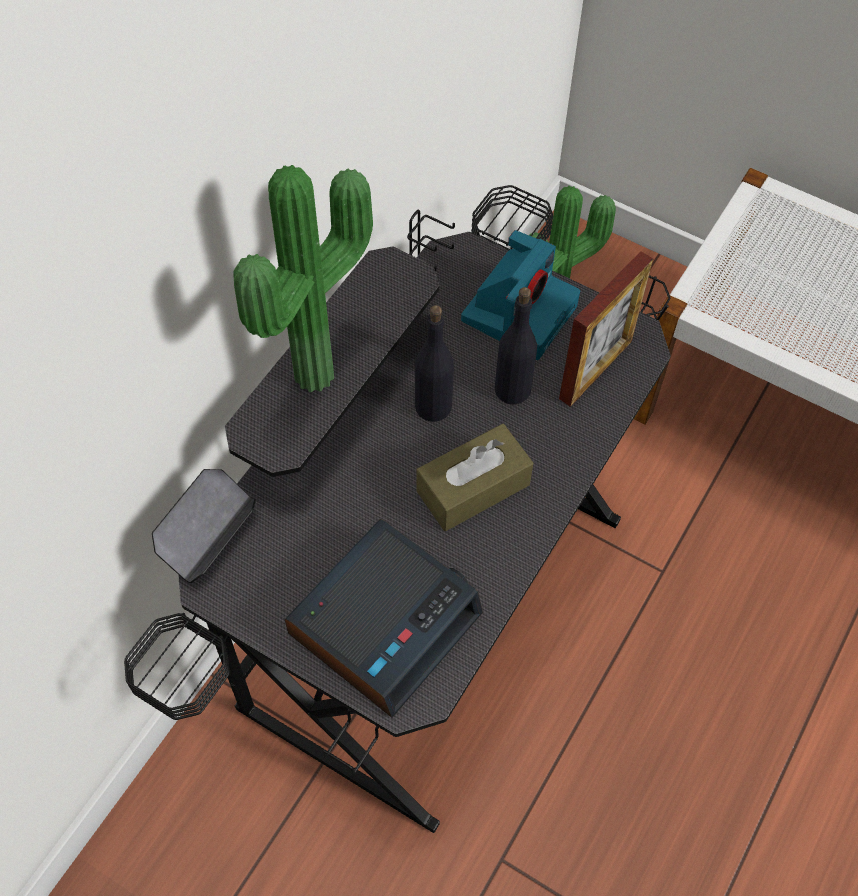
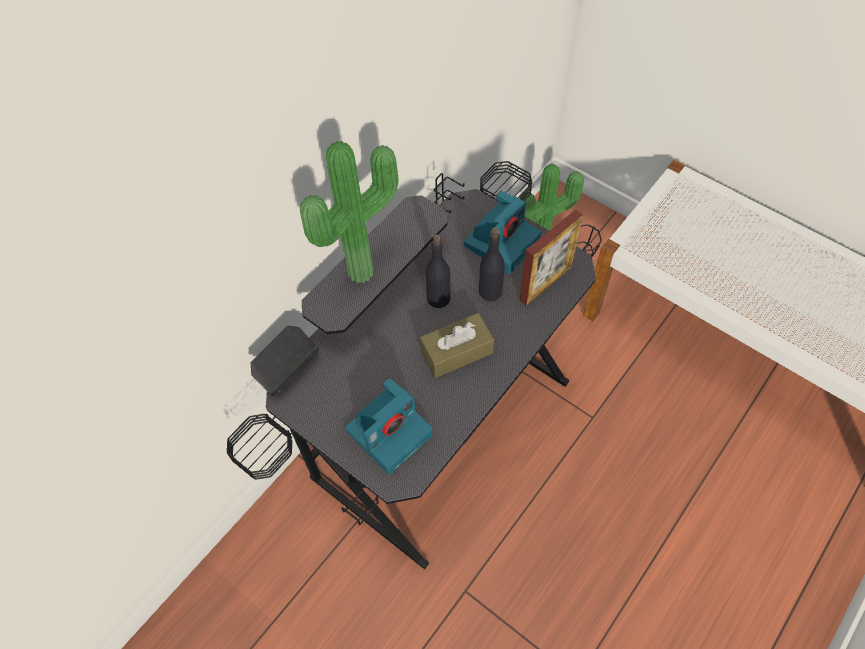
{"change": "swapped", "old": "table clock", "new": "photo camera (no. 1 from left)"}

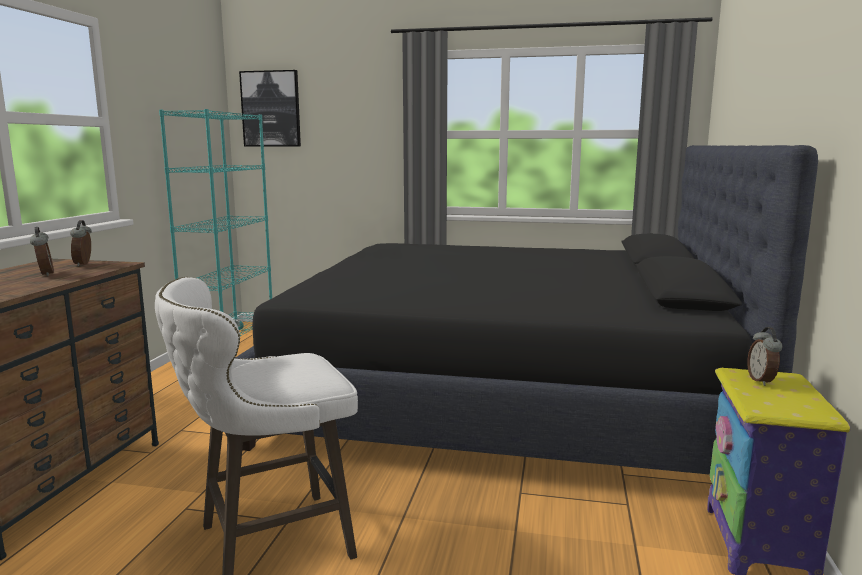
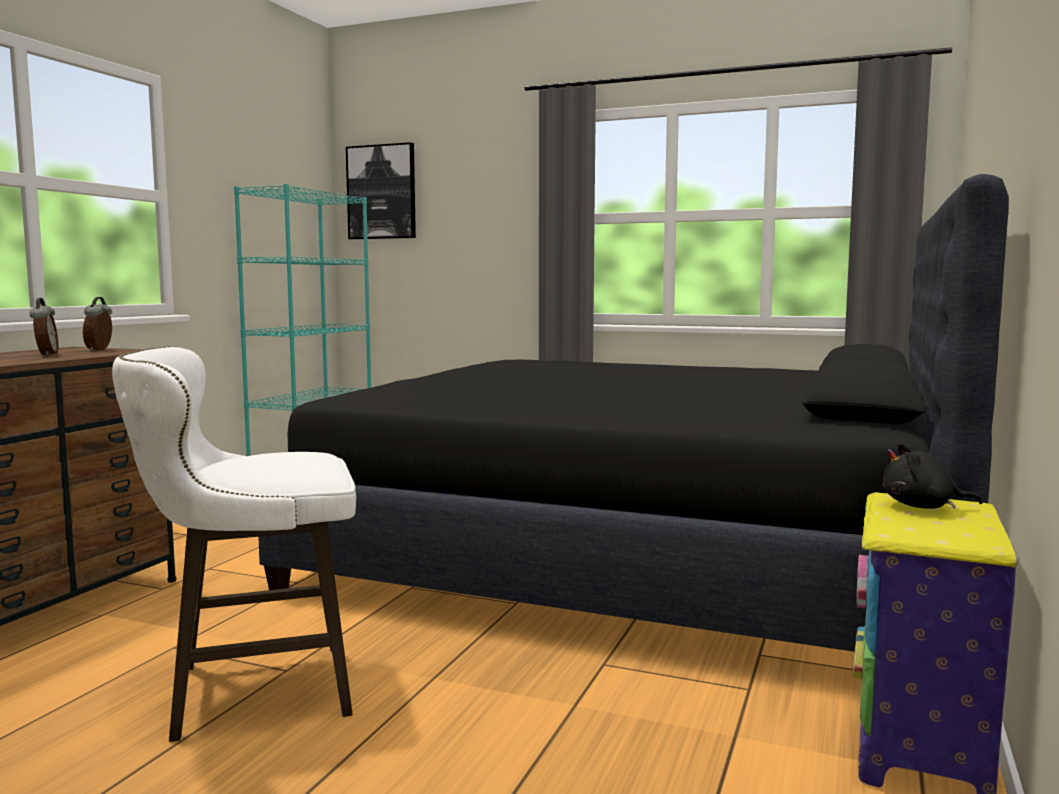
{"change": "swapped", "old": "table clock (no. 3 from left)", "new": "black cuddly toy"}

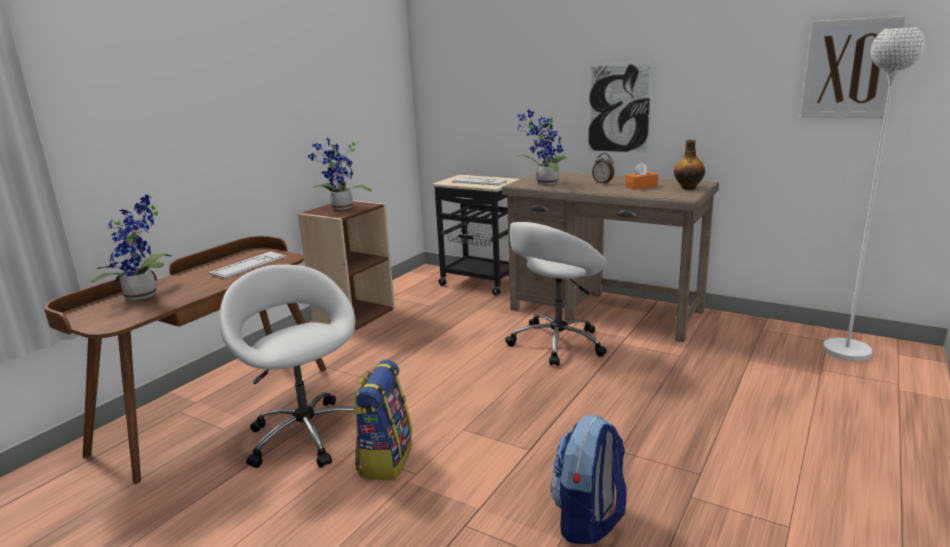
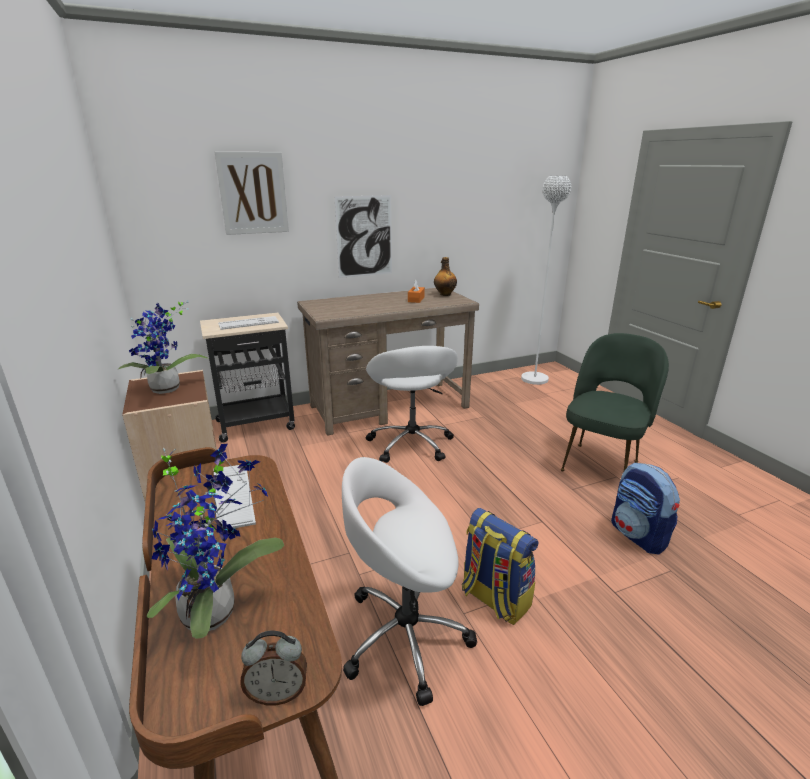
{"change": "gone", "old": "plant in a pot (no. 3 from left)"}
{"change": "shifted", "old": "table clock"}
{"change": "shifted", "old": "wall picture (no. 2 from left in the first image)", "new": "wall picture (no. 1 from left)"}
{"change": "new", "new": "green upright chair"}

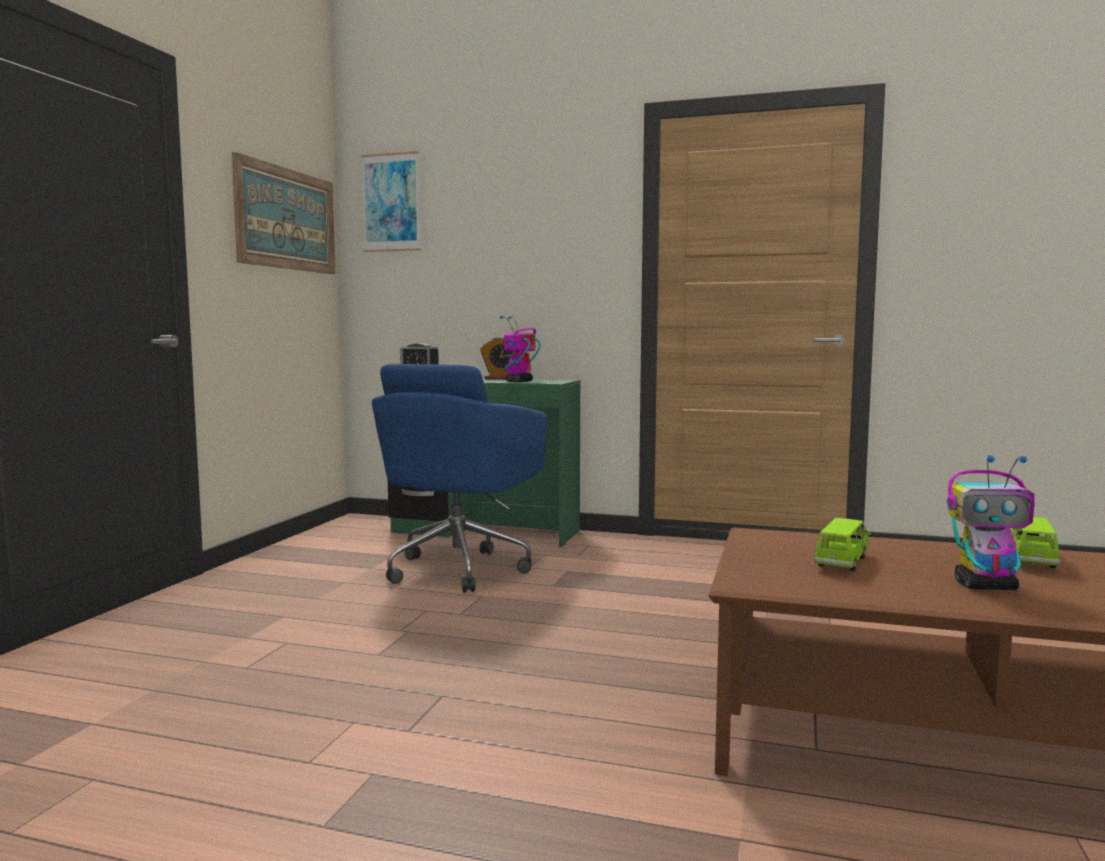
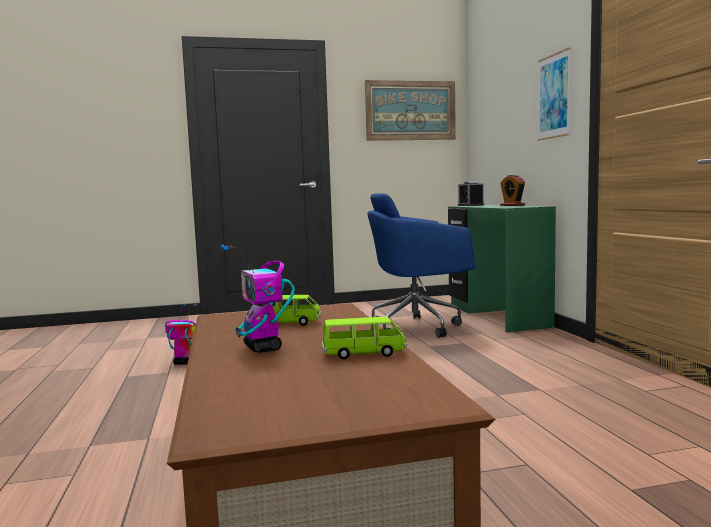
{"change": "shifted", "old": "wall picture (no. 2 from left)"}
{"change": "shifted", "old": "model robot (no. 1 from left)"}

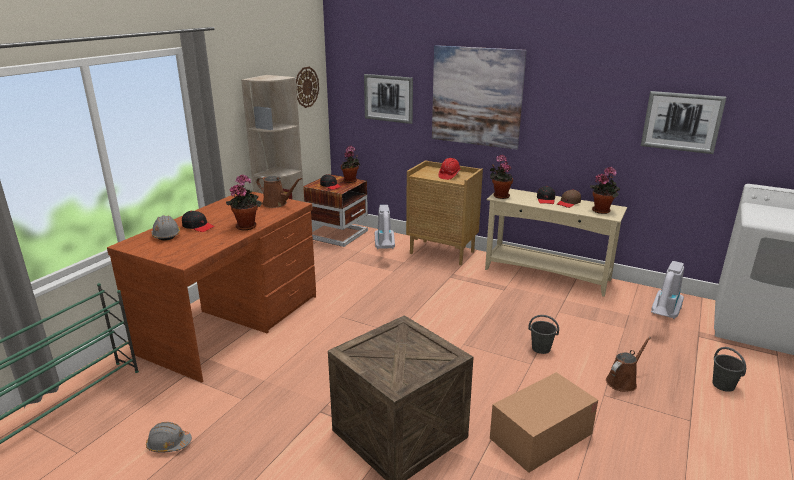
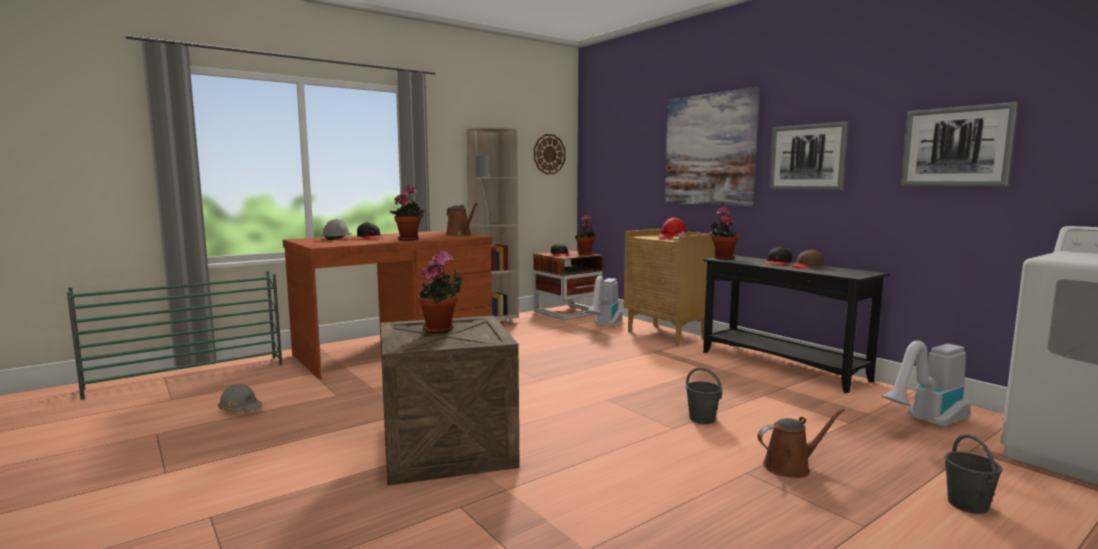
{"change": "shifted", "old": "wall picture (no. 1 from left in the first image)", "new": "wall picture (no. 2 from left)"}
{"change": "repainted", "old": "beige console table", "new": "black console table"}
{"change": "gone", "old": "packing box"}
{"change": "shifted", "old": "plant in a pot (no. 4 from left in the first image)", "new": "plant in a pot (no. 2 from left)"}

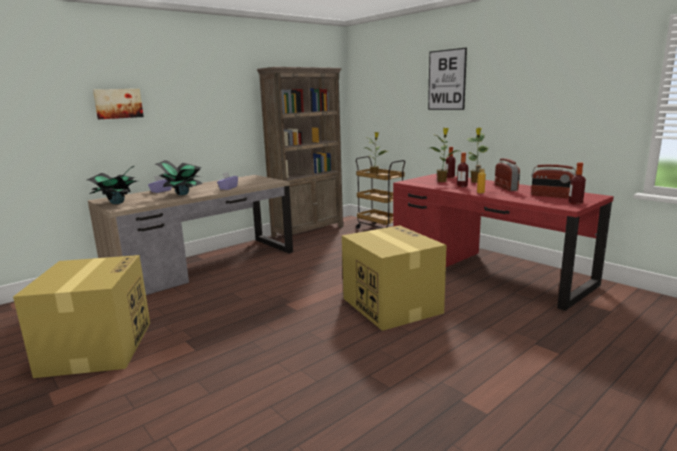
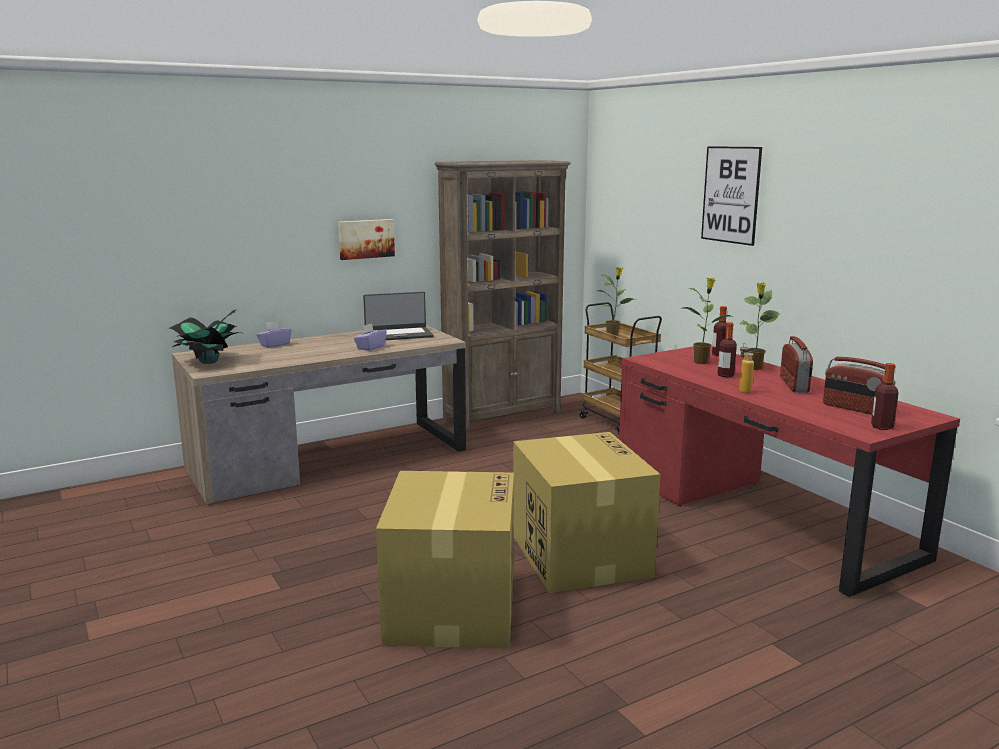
{"change": "shifted", "old": "packing box (no. 1 from left)"}
{"change": "shifted", "old": "wall picture (no. 1 from left)"}
{"change": "gone", "old": "plant in a pot (no. 2 from left)"}
{"change": "new", "new": "notebook computer"}

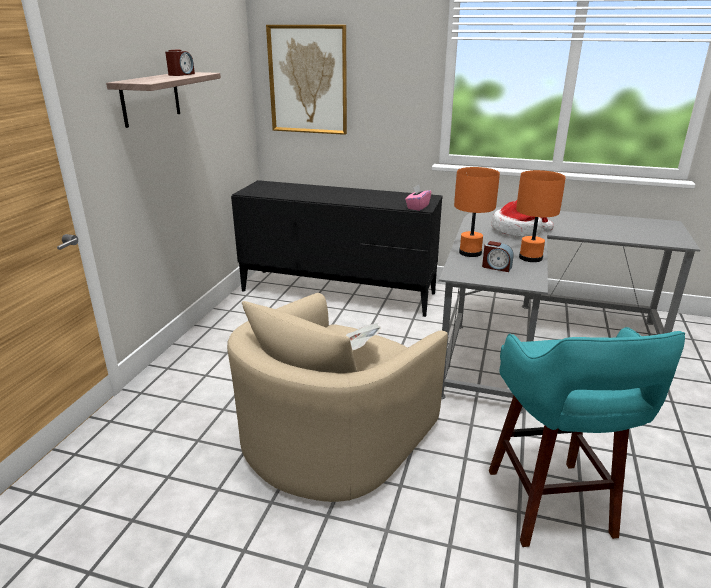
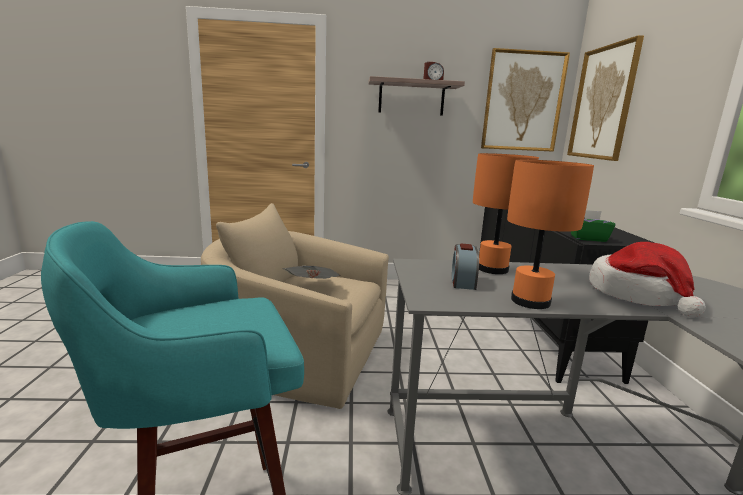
{"change": "repainted", "old": "pink-coloured box of tissues", "new": "green box of tissues"}
{"change": "new", "new": "wall picture (no. 1 from left)"}

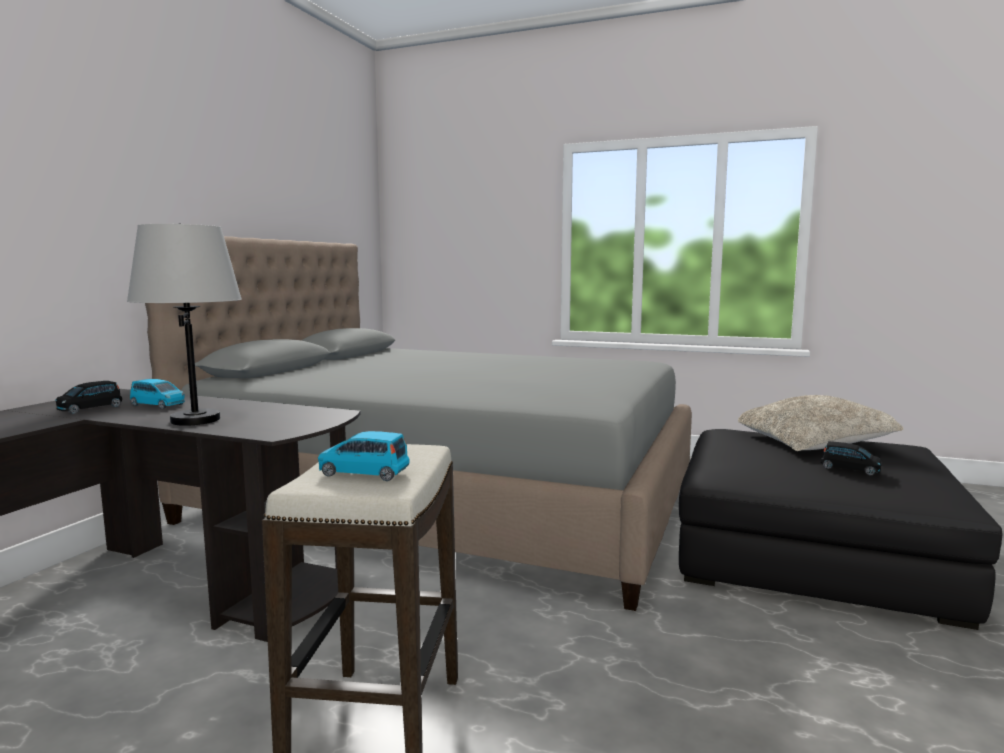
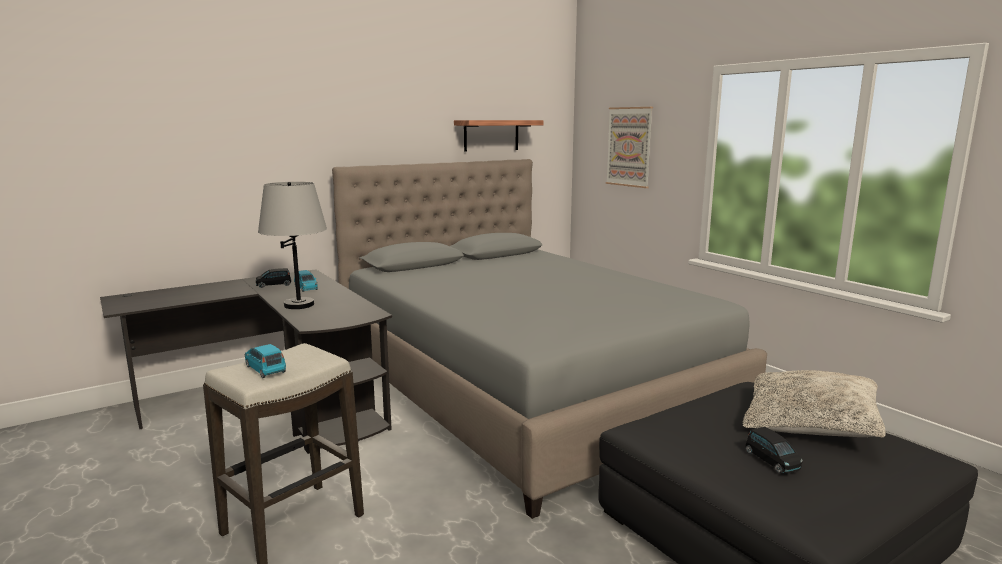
{"change": "new", "new": "shelf"}
{"change": "new", "new": "wall picture"}

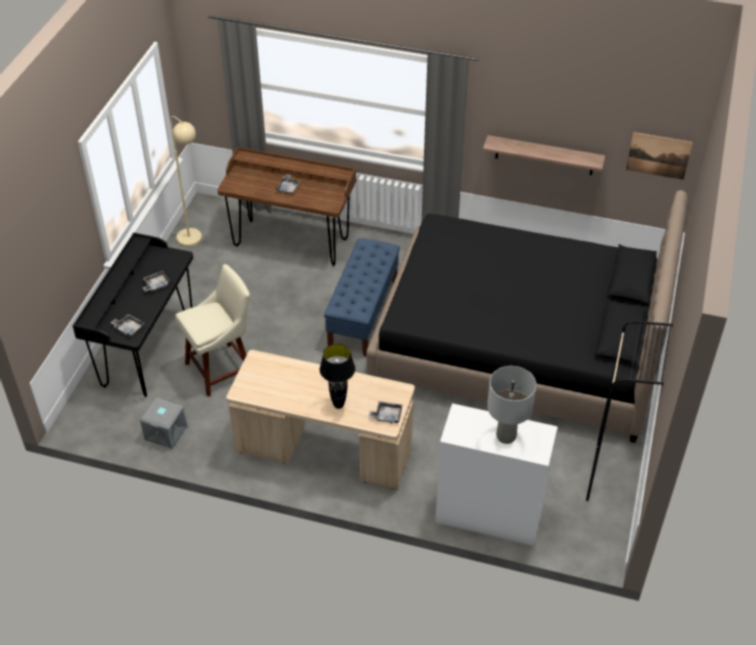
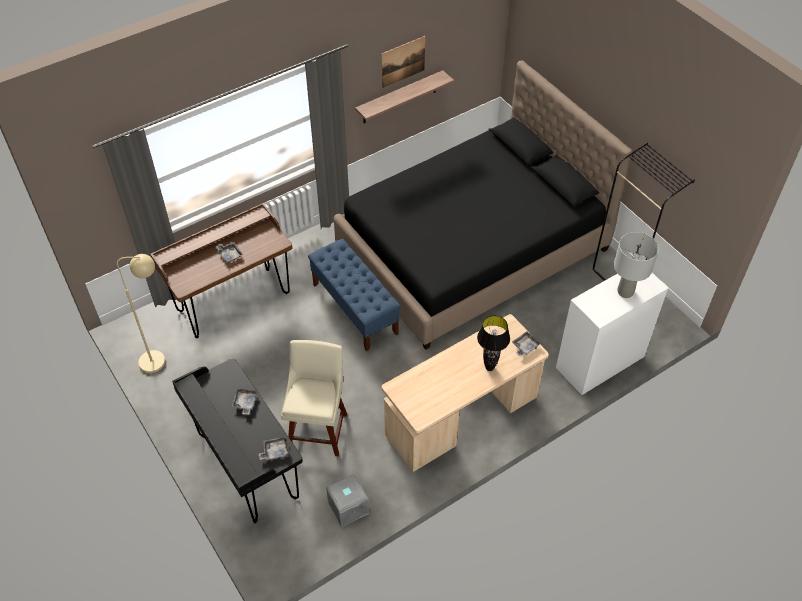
{"change": "shifted", "old": "wall picture"}

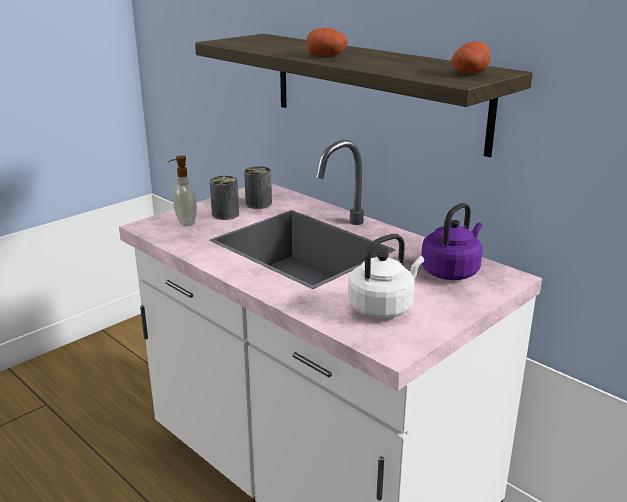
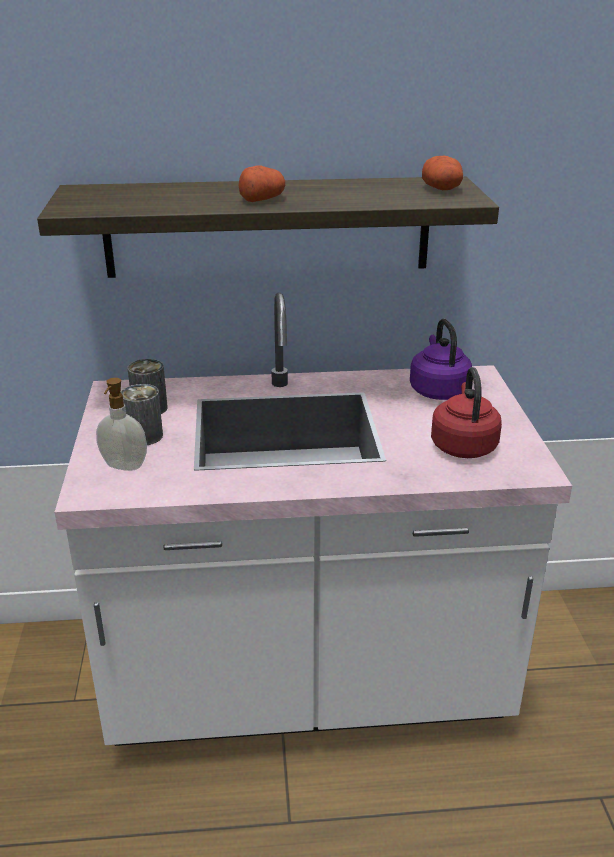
{"change": "repainted", "old": "white tea kettle", "new": "red tea kettle"}

